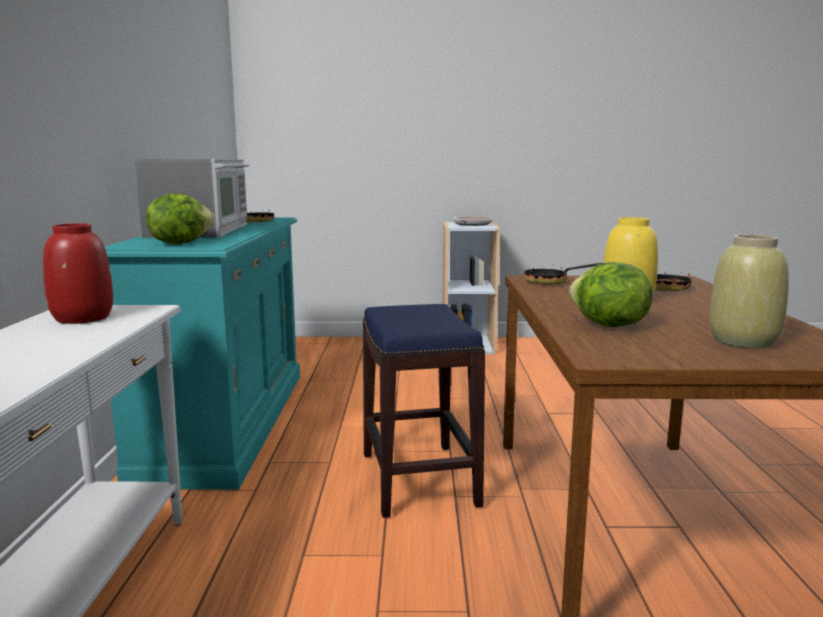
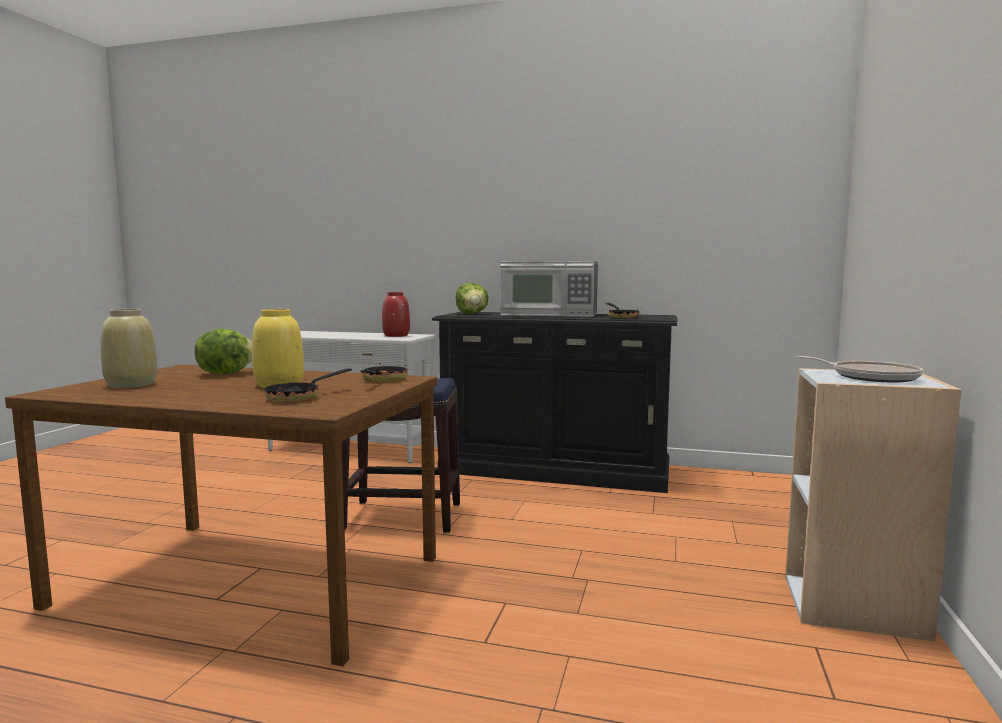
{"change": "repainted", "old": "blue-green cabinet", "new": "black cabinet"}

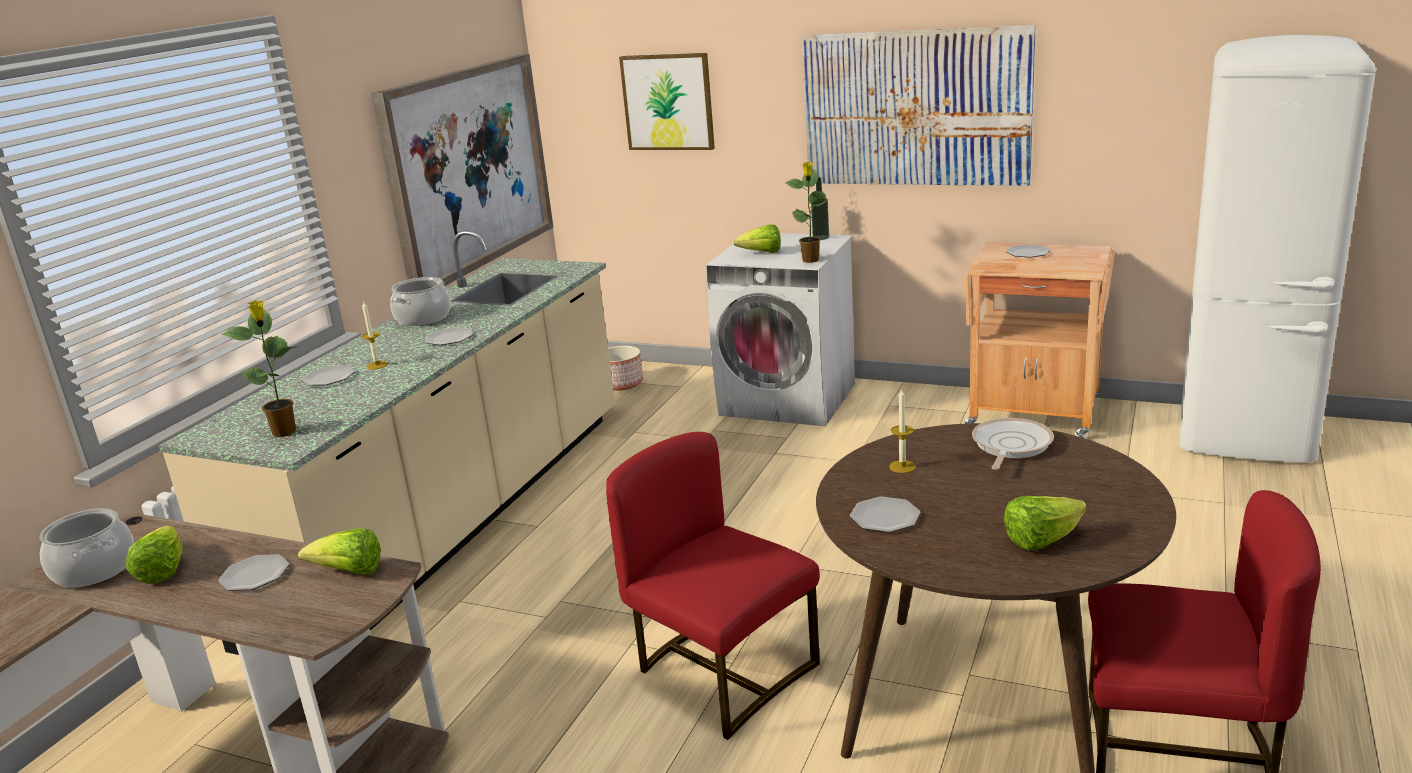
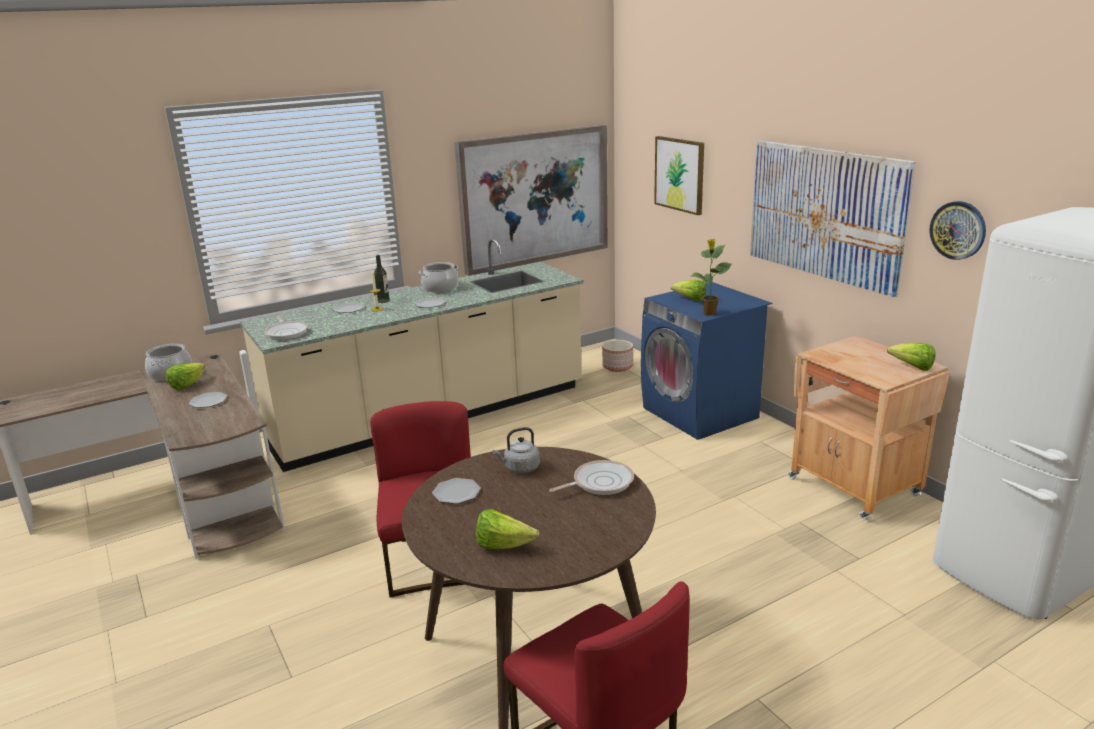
{"change": "swapped", "old": "plant in a pot (no. 1 from left)", "new": "pan (no. 1 from left)"}
{"change": "shifted", "old": "head of lettuce (no. 2 from left in the first image)", "new": "head of lettuce (no. 4 from left)"}
{"change": "repainted", "old": "white washing machine", "new": "bluish washing machine"}
{"change": "shifted", "old": "bottle"}
{"change": "swapped", "old": "wax light (no. 2 from left)", "new": "greyish tea kettle"}
{"change": "gone", "old": "flat dish (no. 5 from left)"}
{"change": "new", "new": "hanging clock"}

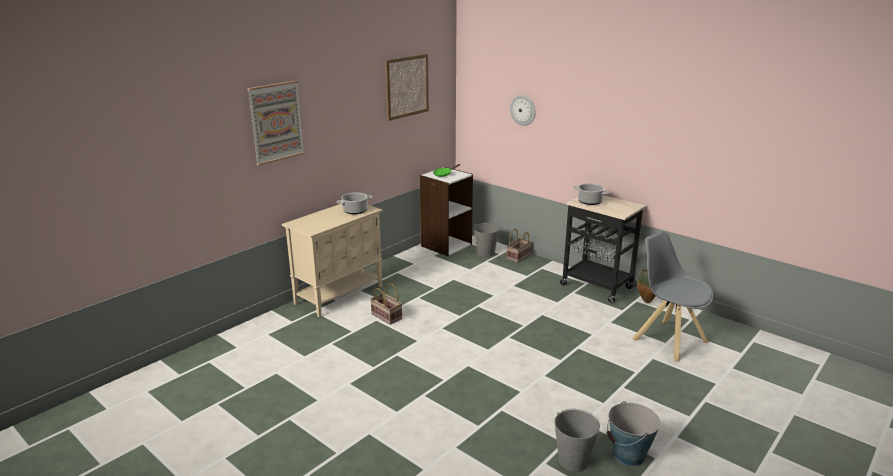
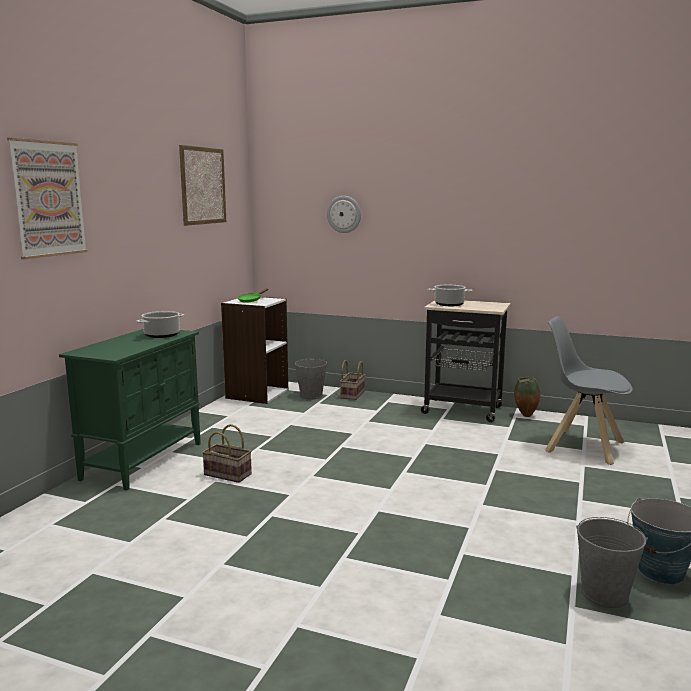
{"change": "repainted", "old": "beige cabinet", "new": "green cabinet"}

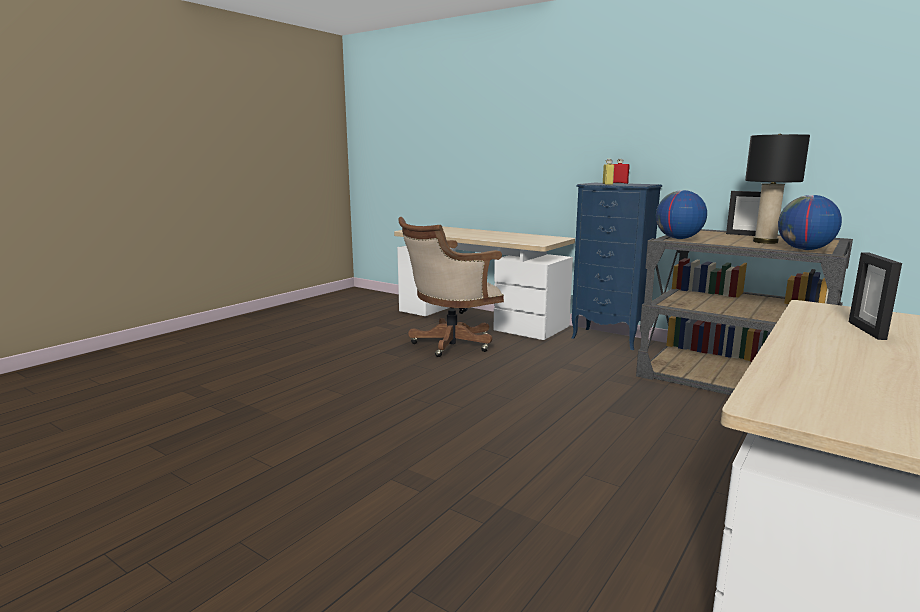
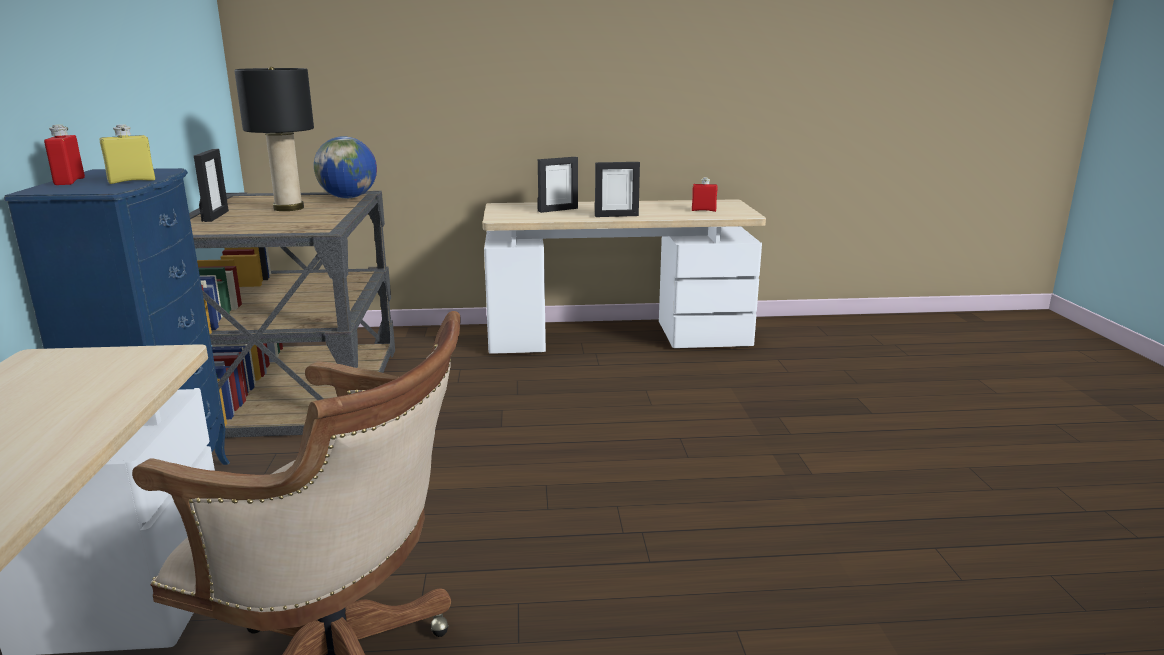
{"change": "gone", "old": "world globe (no. 1 from left)"}
{"change": "new", "new": "picture frame (no. 3 from left)"}
{"change": "new", "new": "red bottle (no. 2 from left)"}

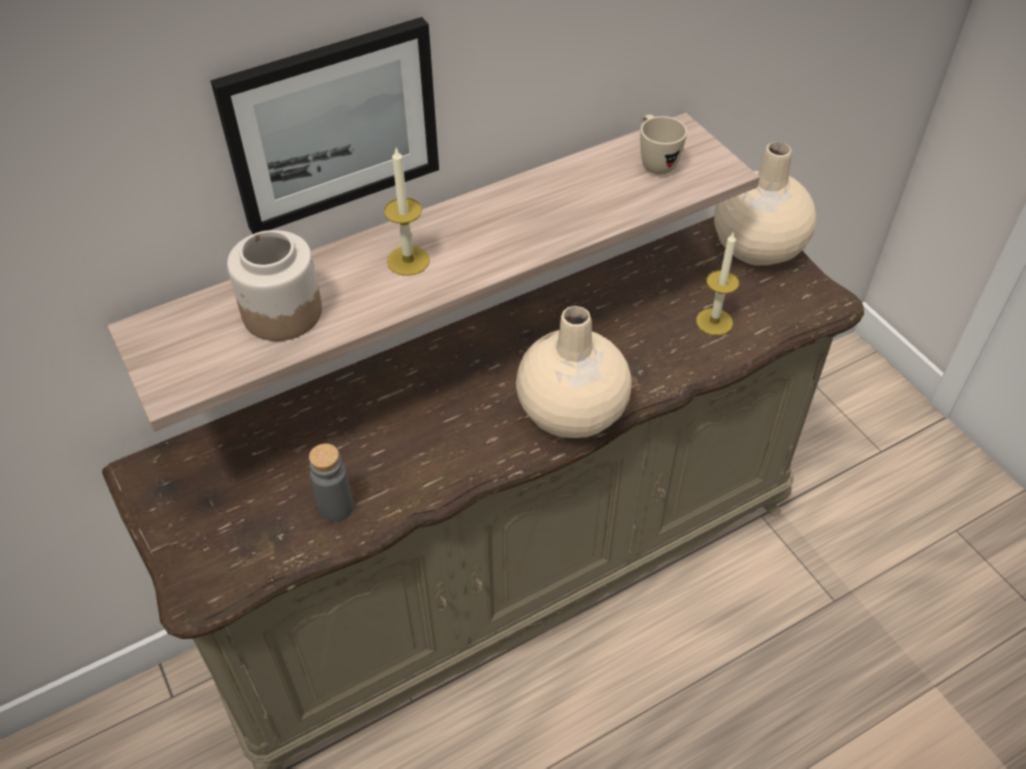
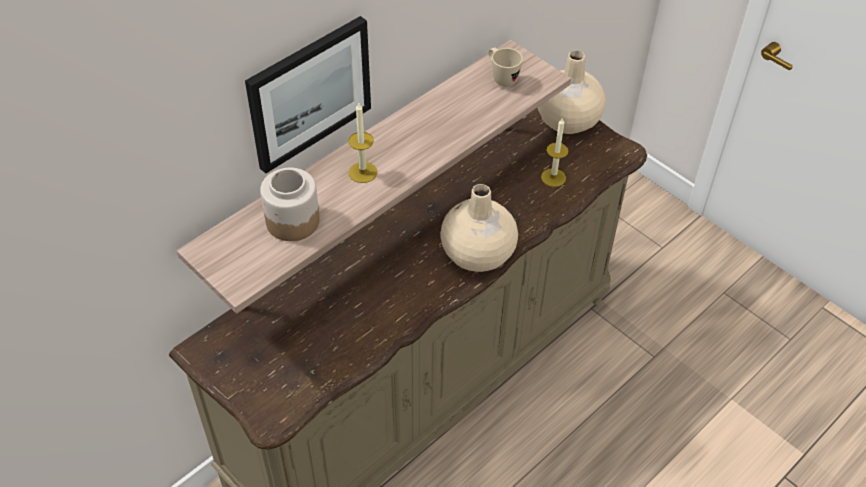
{"change": "gone", "old": "greyish bottle"}

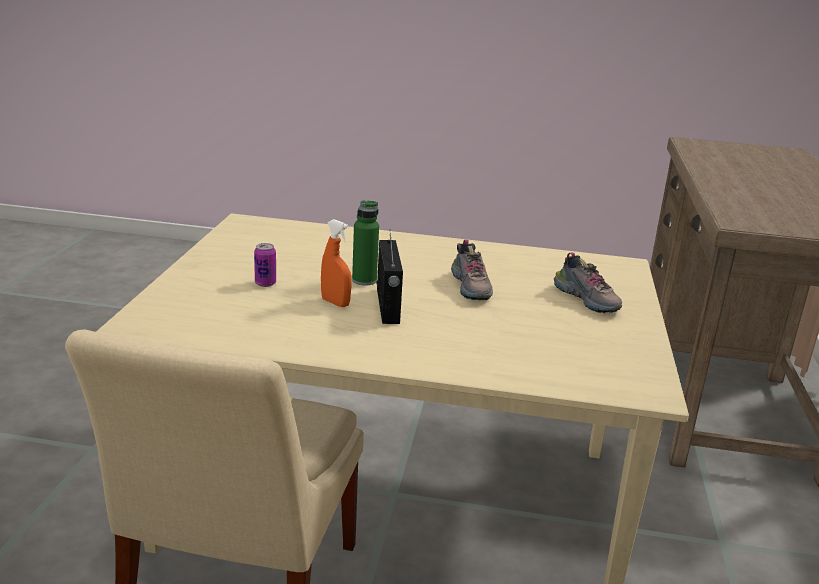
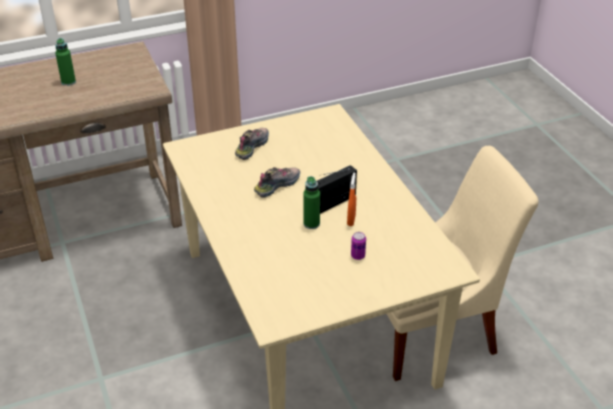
{"change": "new", "new": "green bottle (no. 1 from left)"}

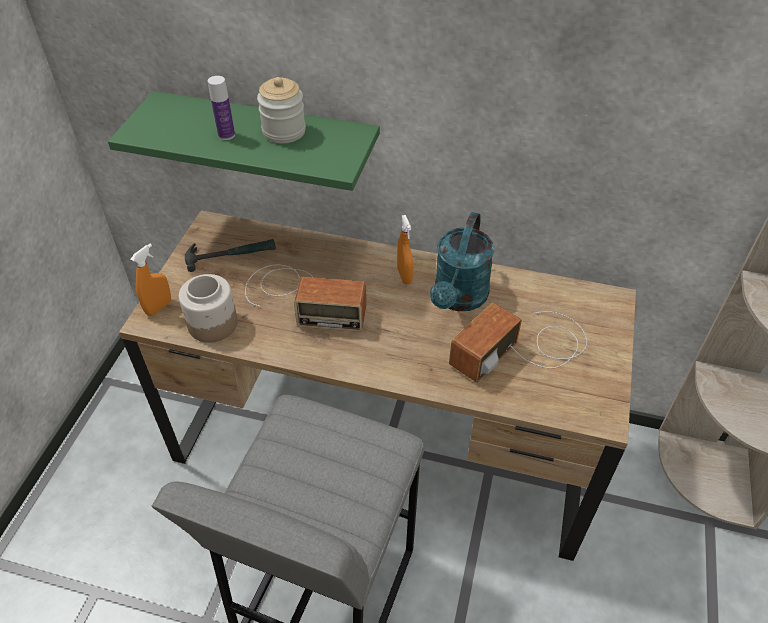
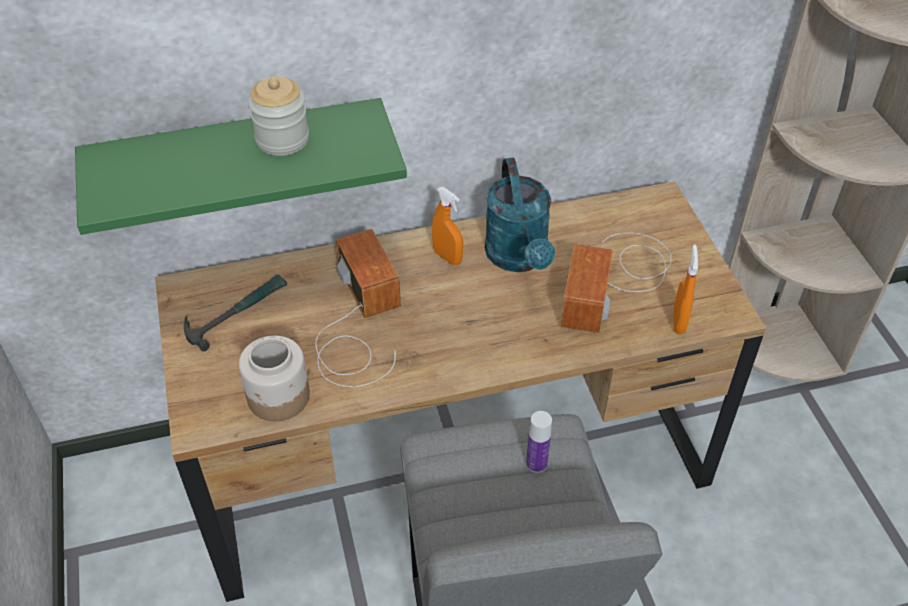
{"change": "shifted", "old": "orange-coloured sprayer (no. 1 from left in the first image)", "new": "orange-coloured sprayer (no. 2 from left)"}
{"change": "shifted", "old": "bottle"}
{"change": "rotated", "old": "radio receiver (no. 1 from left)", "degrees": -90}

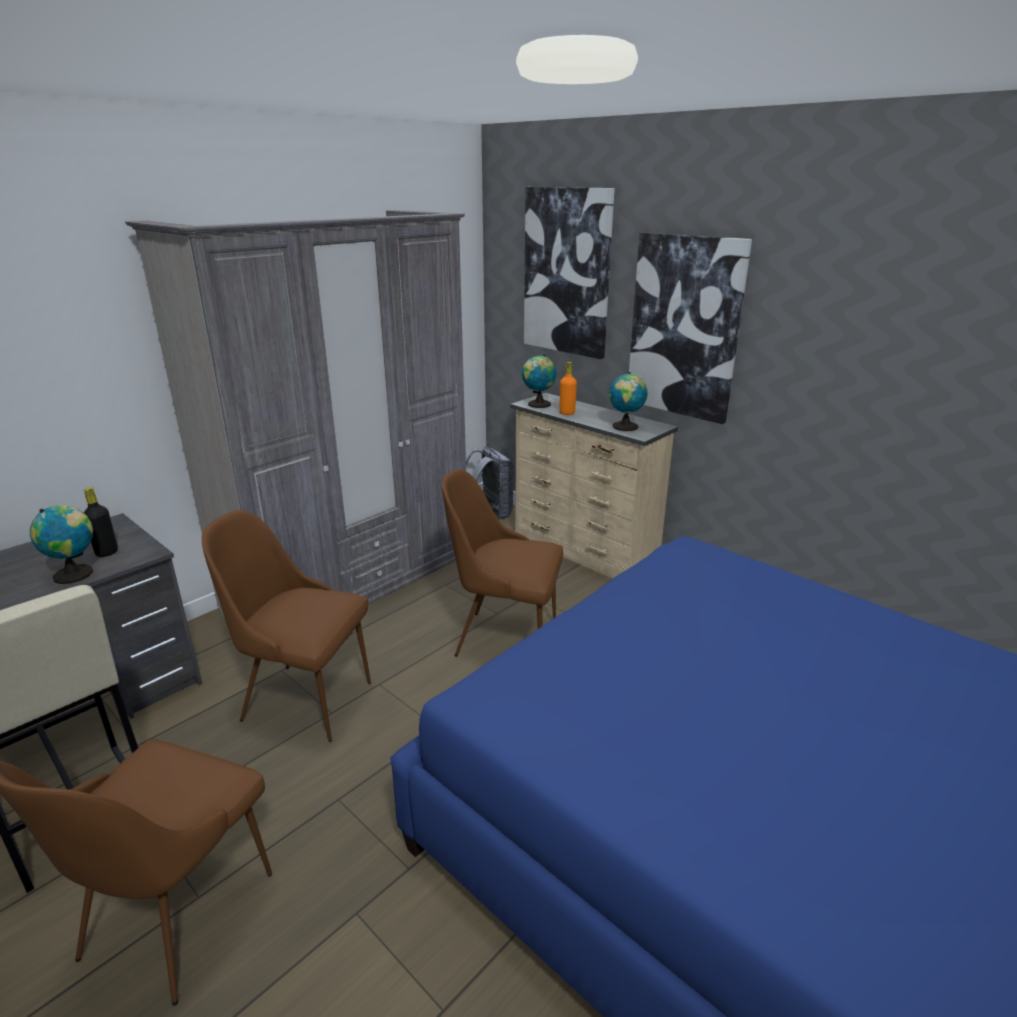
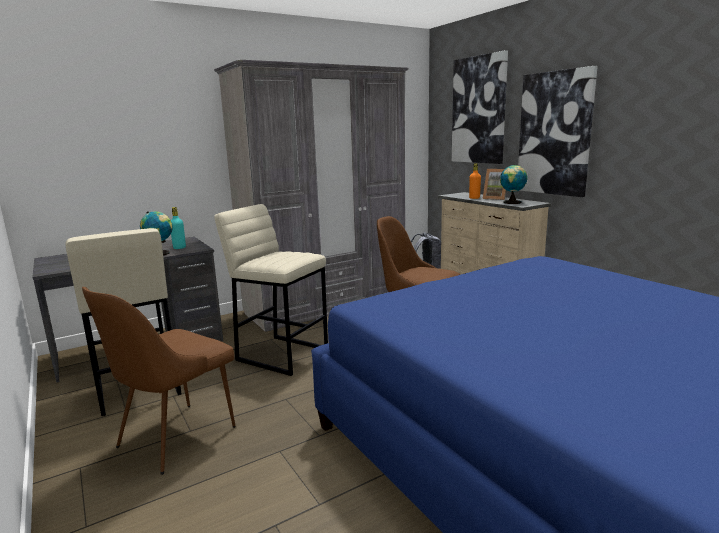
{"change": "repainted", "old": "black bottle", "new": "blue-green bottle"}
{"change": "swapped", "old": "brown upright chair (no. 2 from left)", "new": "beige sitting stool (no. 2 from left)"}
{"change": "gone", "old": "world globe (no. 2 from left)"}
{"change": "new", "new": "picture frame"}

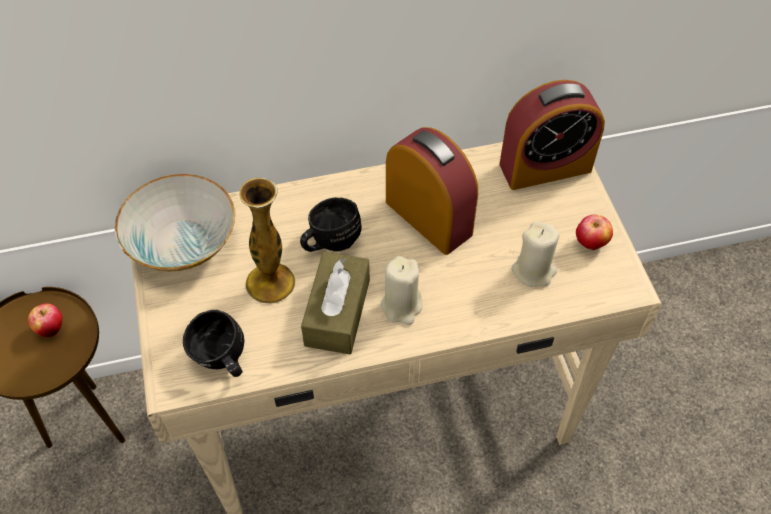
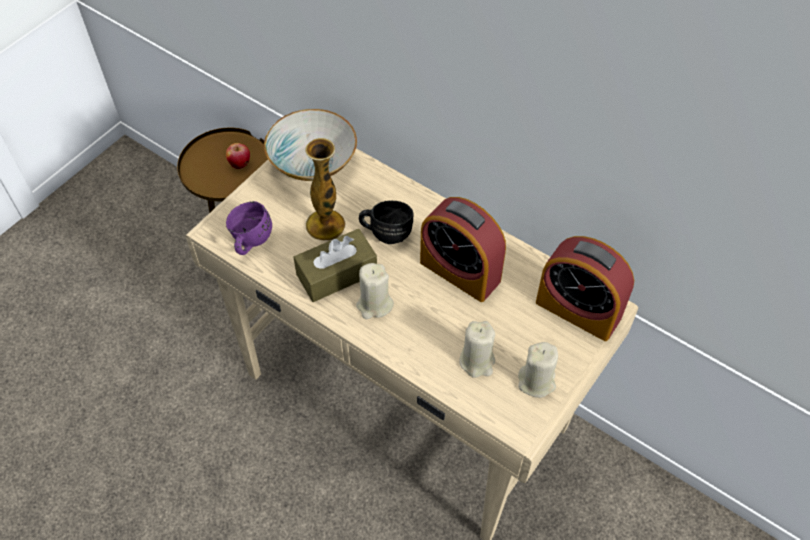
{"change": "repainted", "old": "black mug (no. 1 from left)", "new": "purple mug"}
{"change": "rotated", "old": "table clock (no. 1 from left)", "degrees": 120}
{"change": "swapped", "old": "apple fruit (no. 2 from left)", "new": "beige wax light (no. 3 from left)"}

